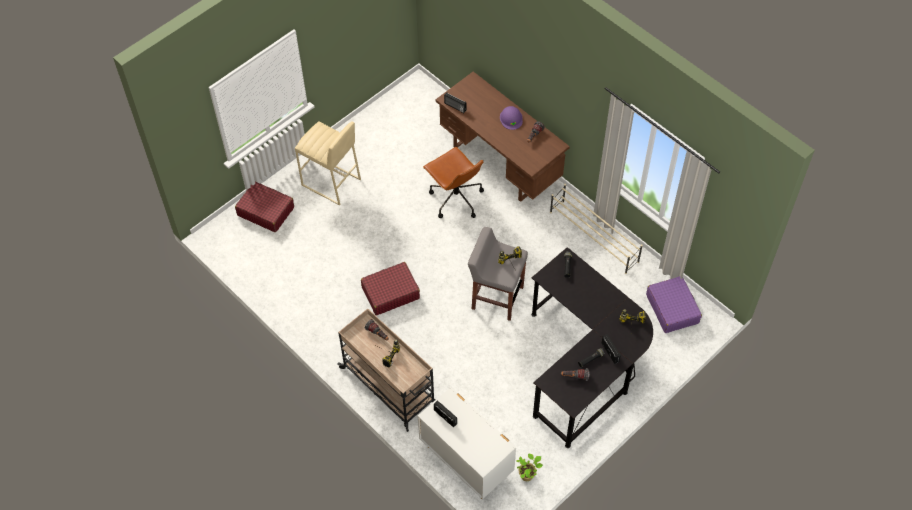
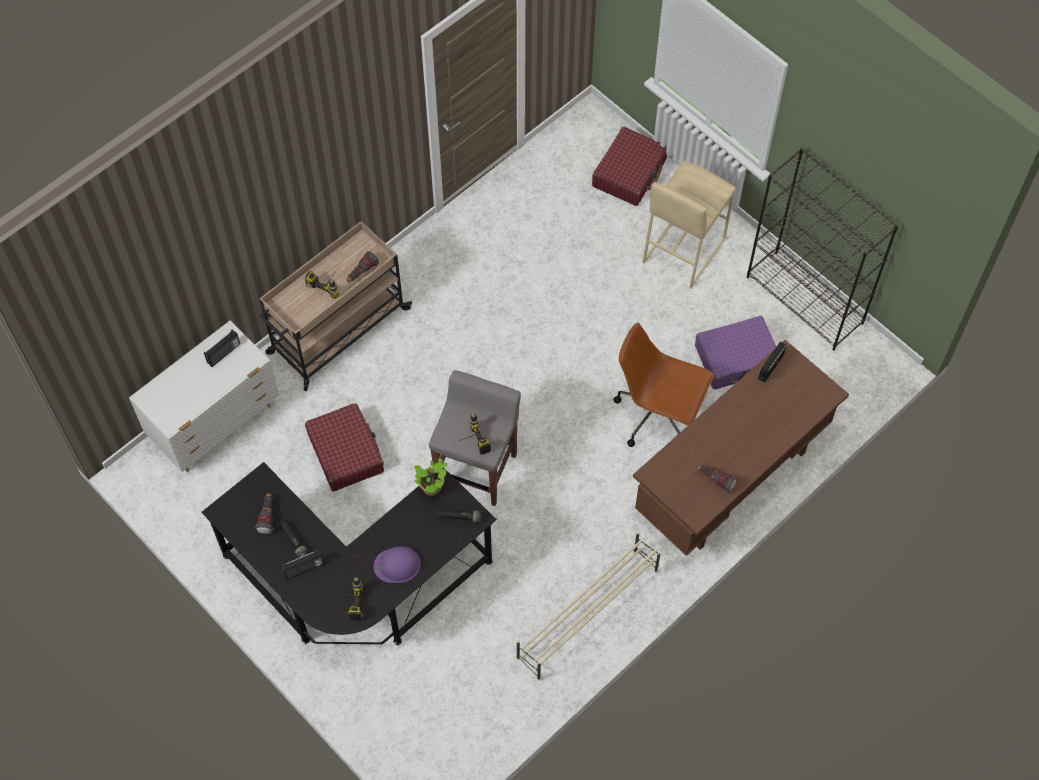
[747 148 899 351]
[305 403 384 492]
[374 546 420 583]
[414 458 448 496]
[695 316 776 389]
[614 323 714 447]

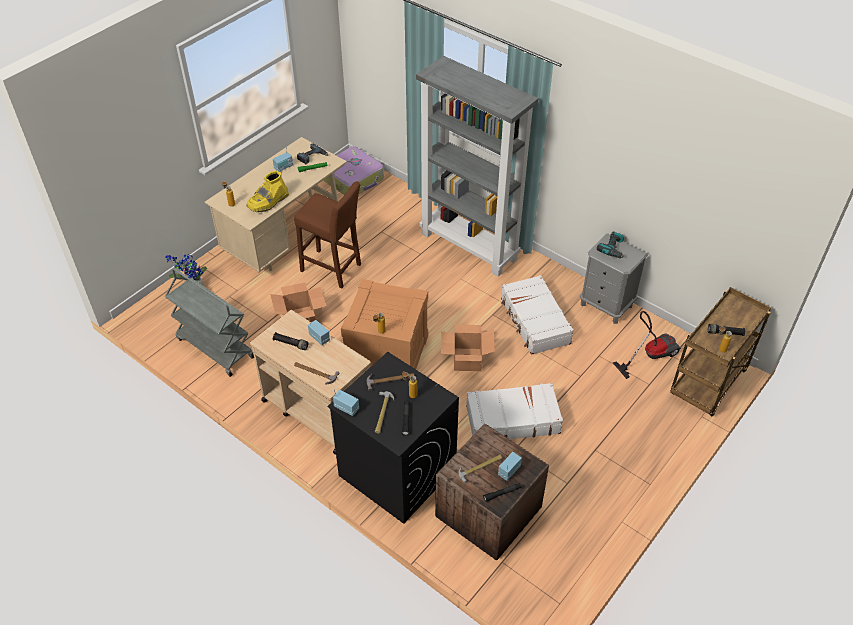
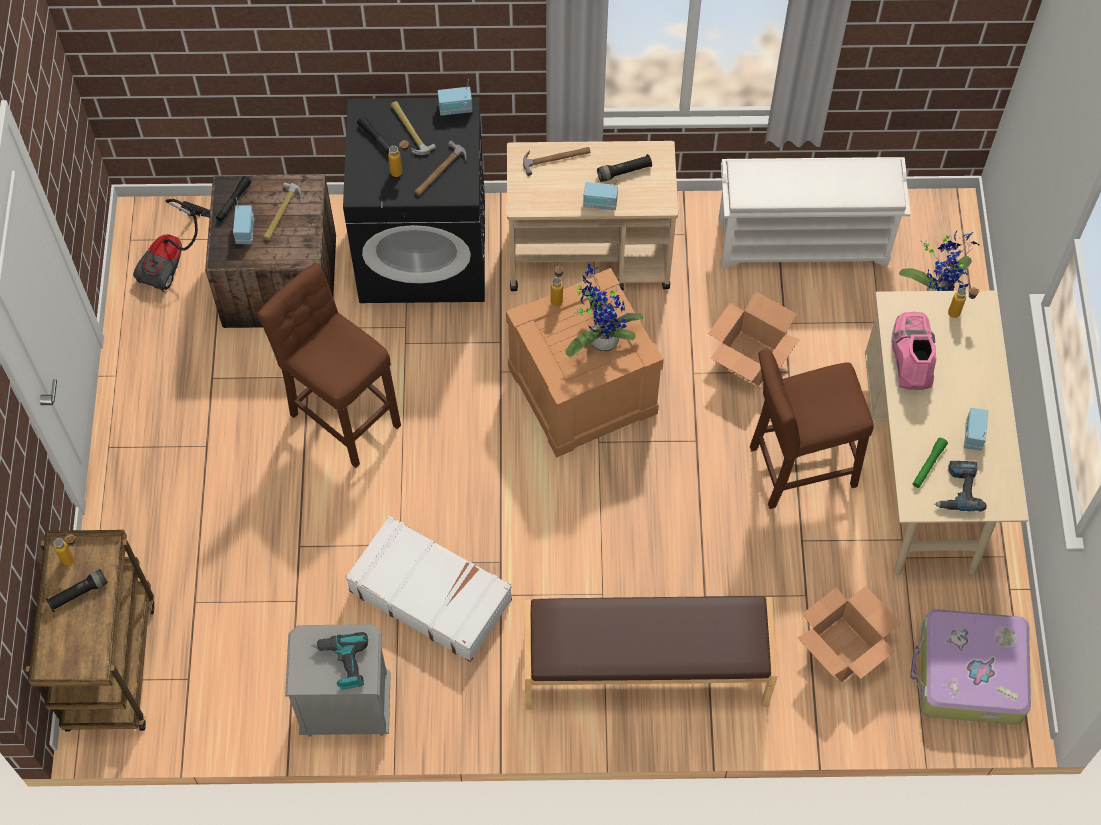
[566 264 643 357]
[797 586 901 682]
[133 199 210 292]
[718 157 910 268]
[524 596 778 710]
[257 263 401 468]
[891 312 936 390]

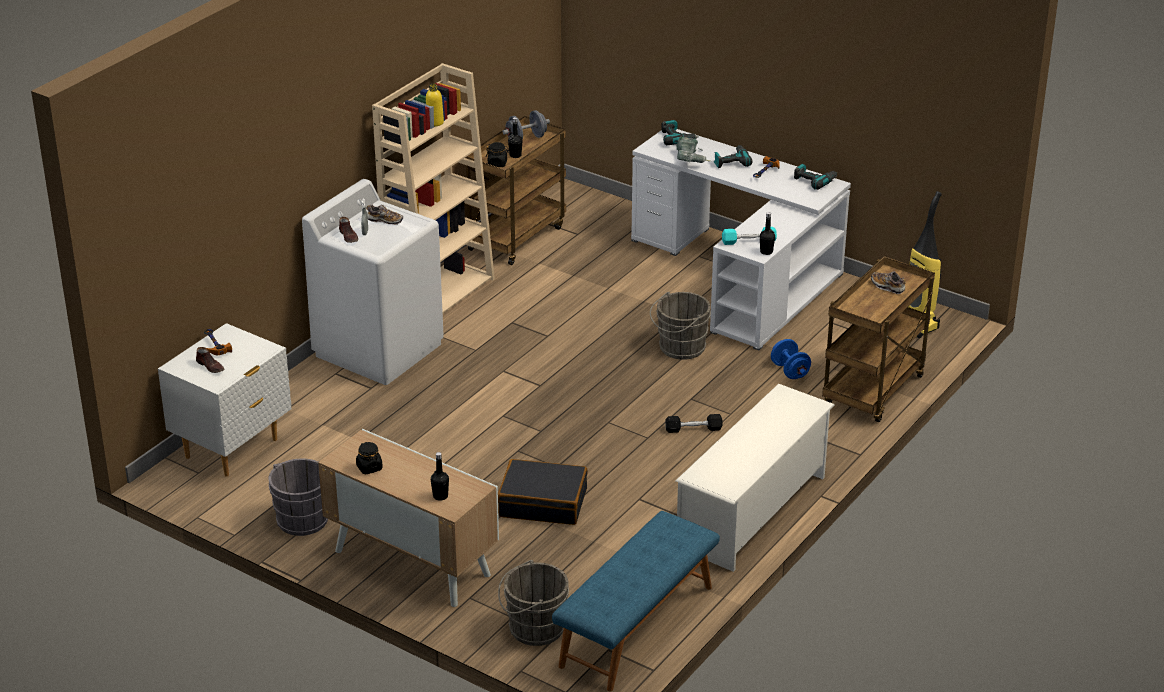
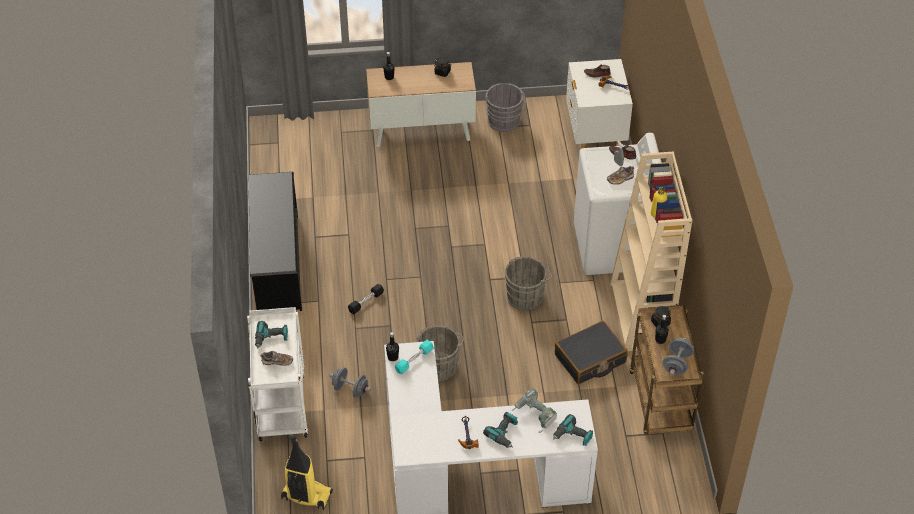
[552 511 720 691] (first image)
[555 321 628 384]
[504 257 552 311]
[255 321 288 348]
[249 172 302 311]
[329 367 371 398]
[247 307 308 441]

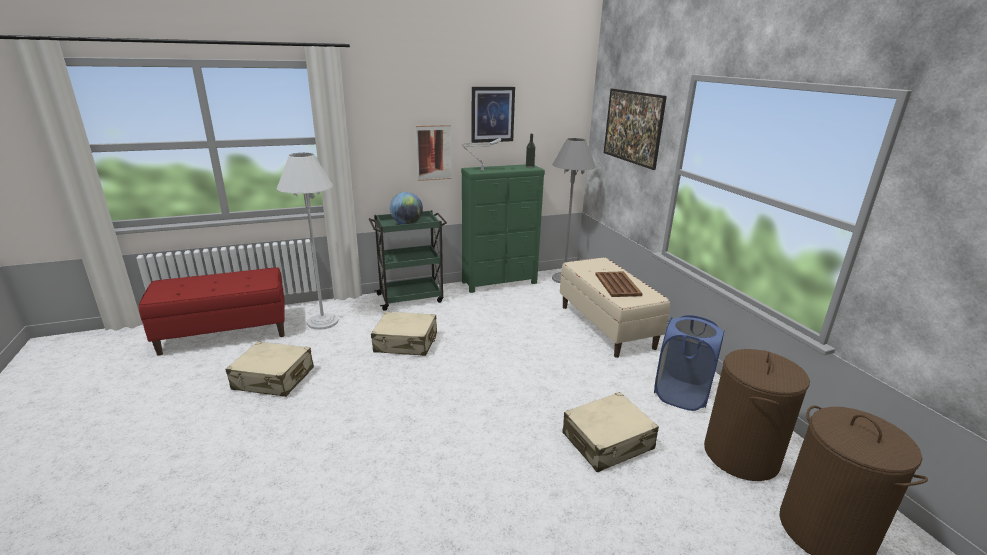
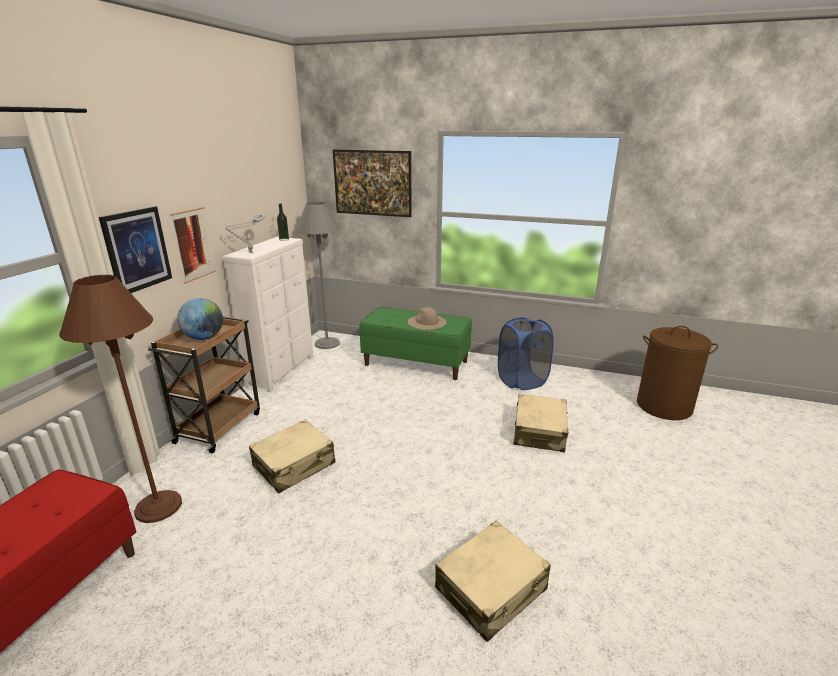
[704 349 810 481] (first image)
[435 521 551 642]
[99 206 172 293]
[408 307 447 330]
[59 275 182 523]
[148 316 260 453]
[223 237 313 392]
[359 307 472 380]

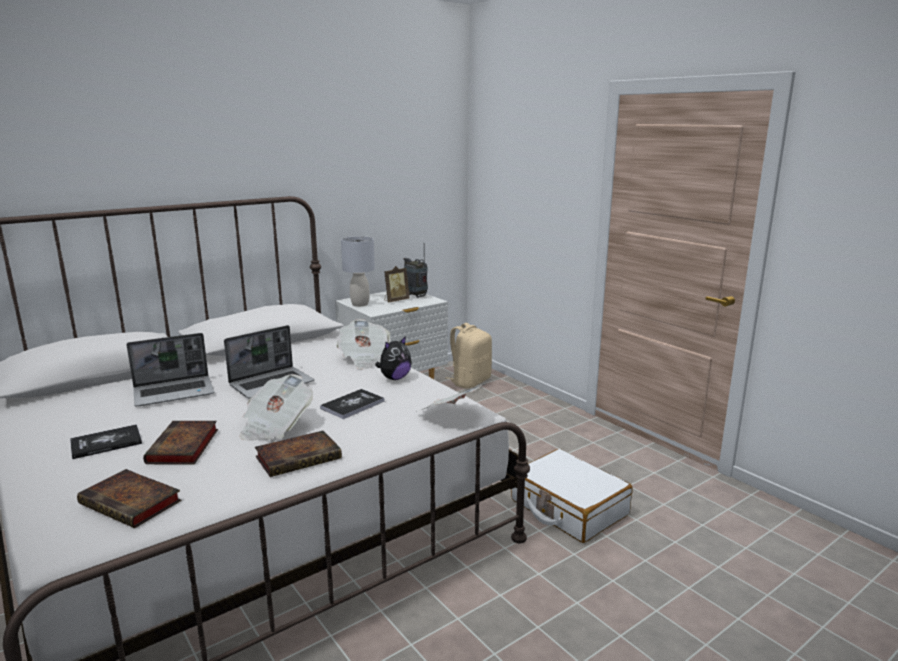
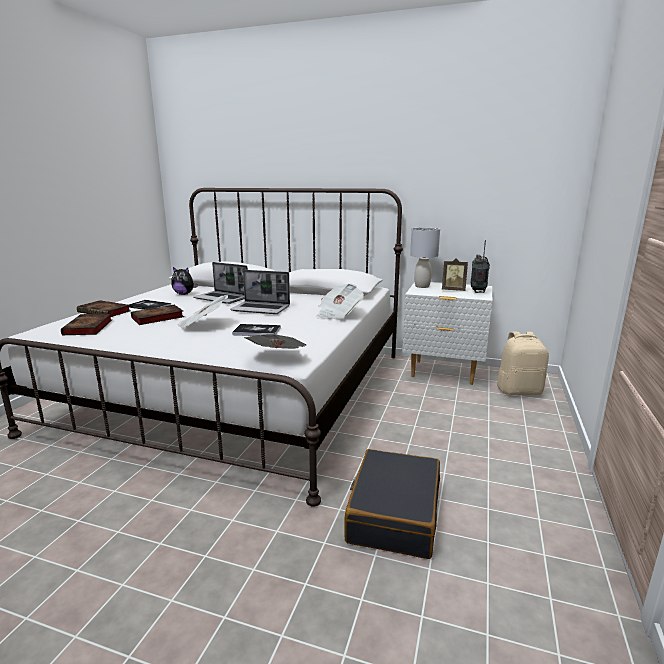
[77 300 131 317]
[171 267 198 295]
[344 449 440 559]

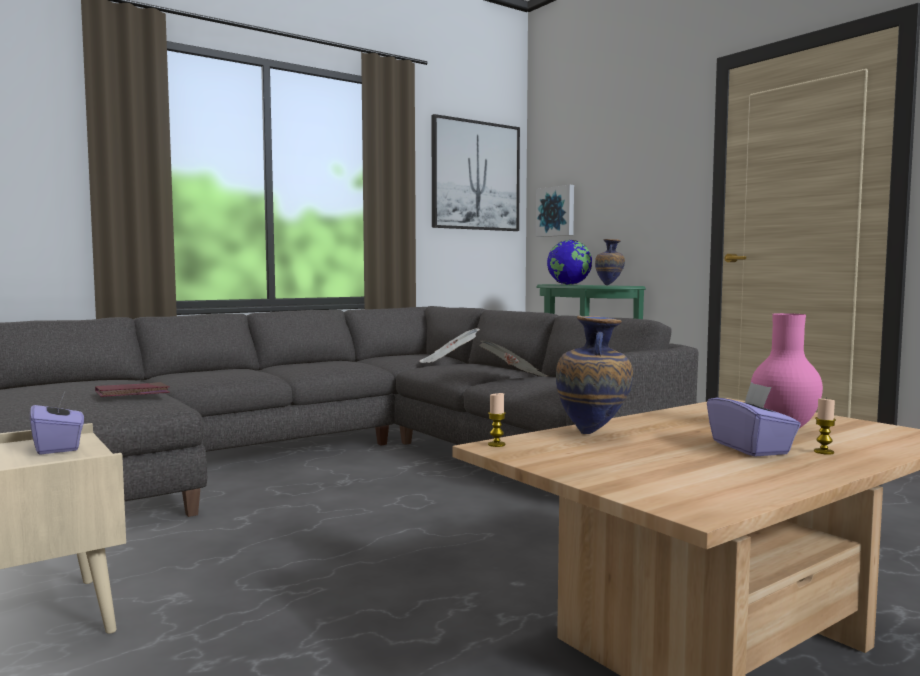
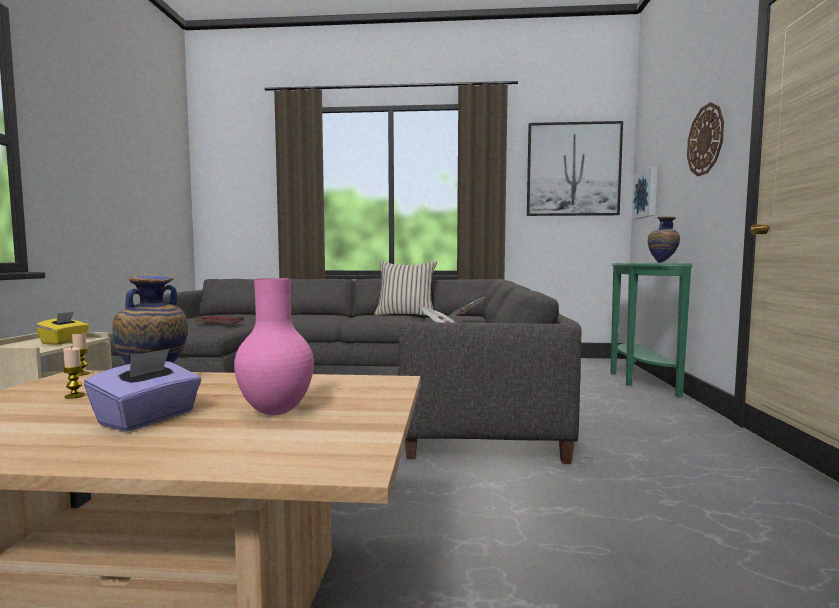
[547 240 592 285] (first image)
[374 261 437 316]
[687 102 724 176]
[62 347 85 399]
[36 312 89 345]

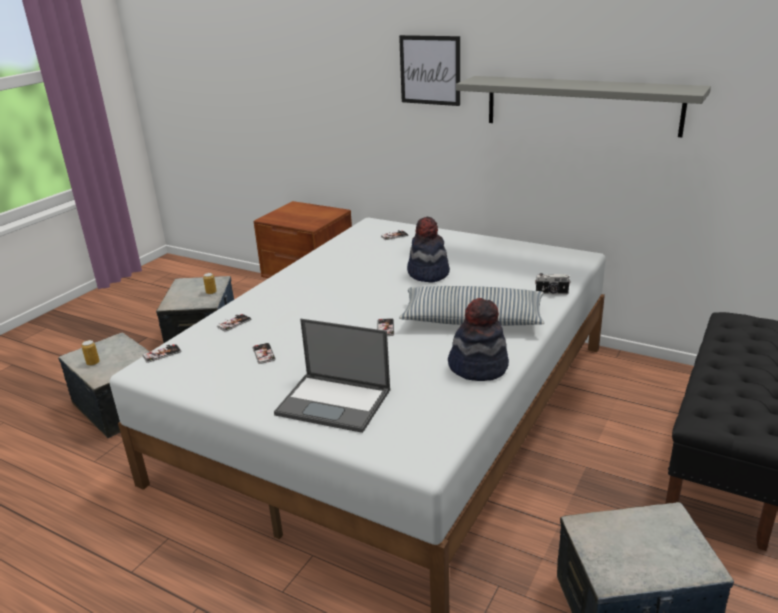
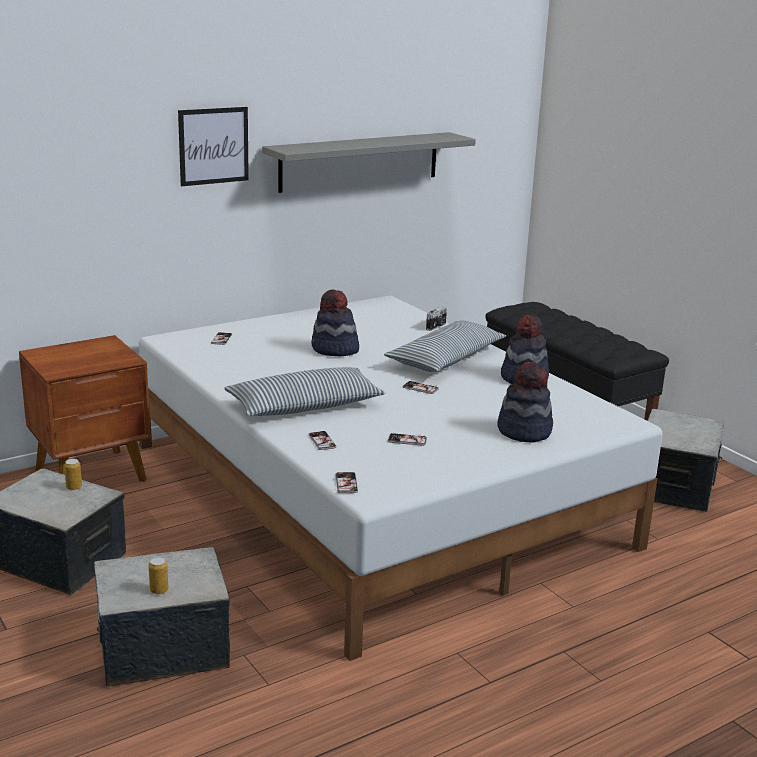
[224 367 386 416]
[497 362 553 443]

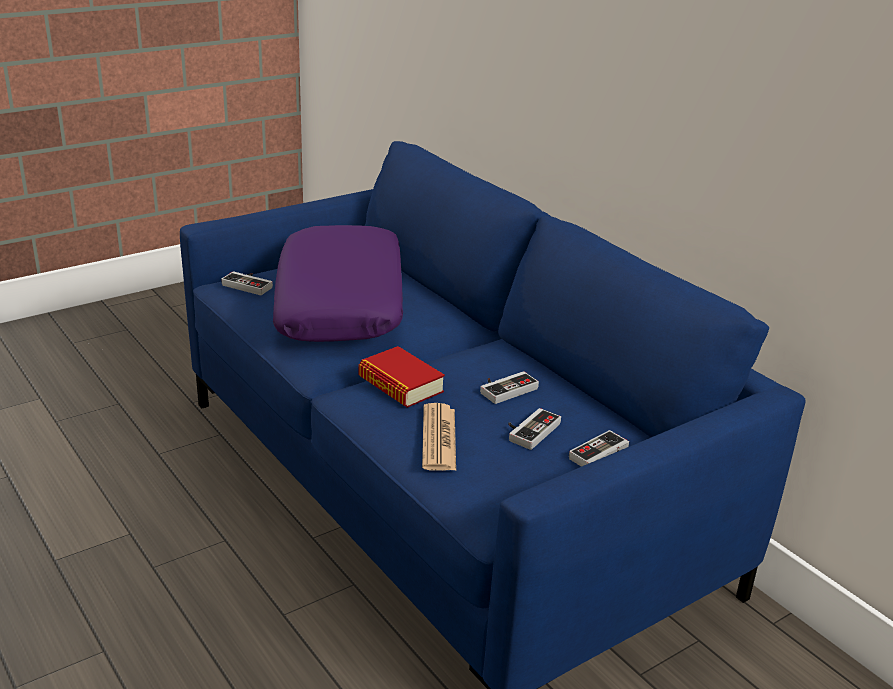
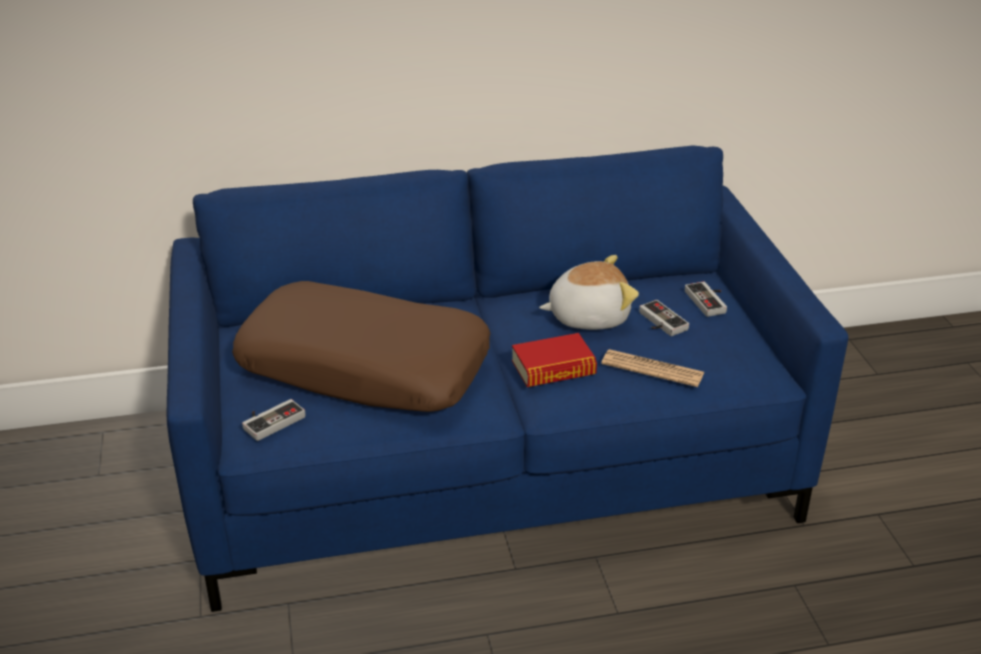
[539 255 639 330]
[232 281 490 412]

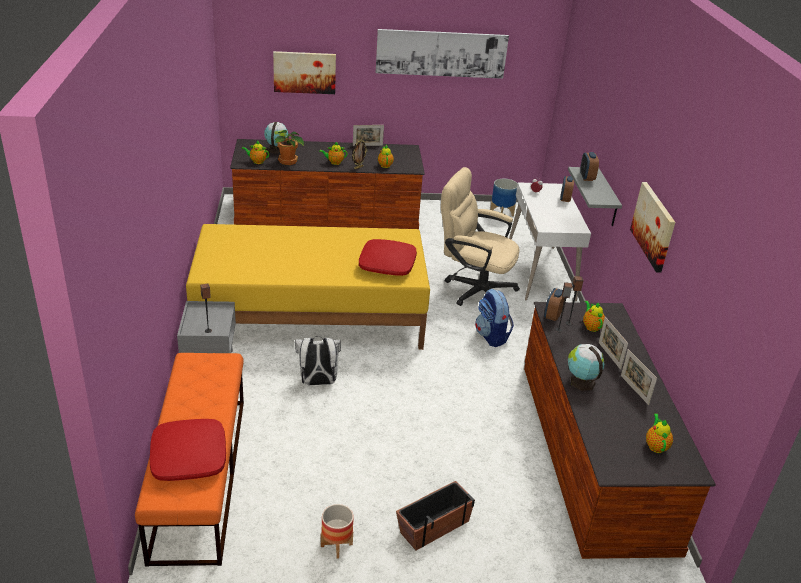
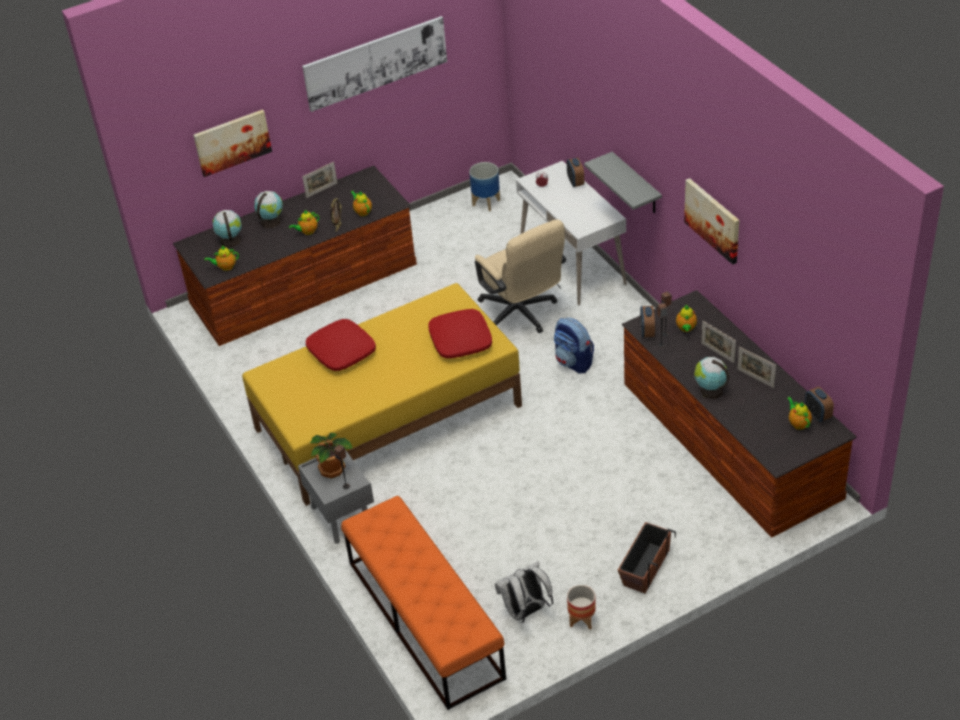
[254 191 283 228]
[306 319 376 371]
[310 433 353 479]
[495 561 553 623]
[805 387 834 422]
[475 219 566 333]
[676 304 697 332]

